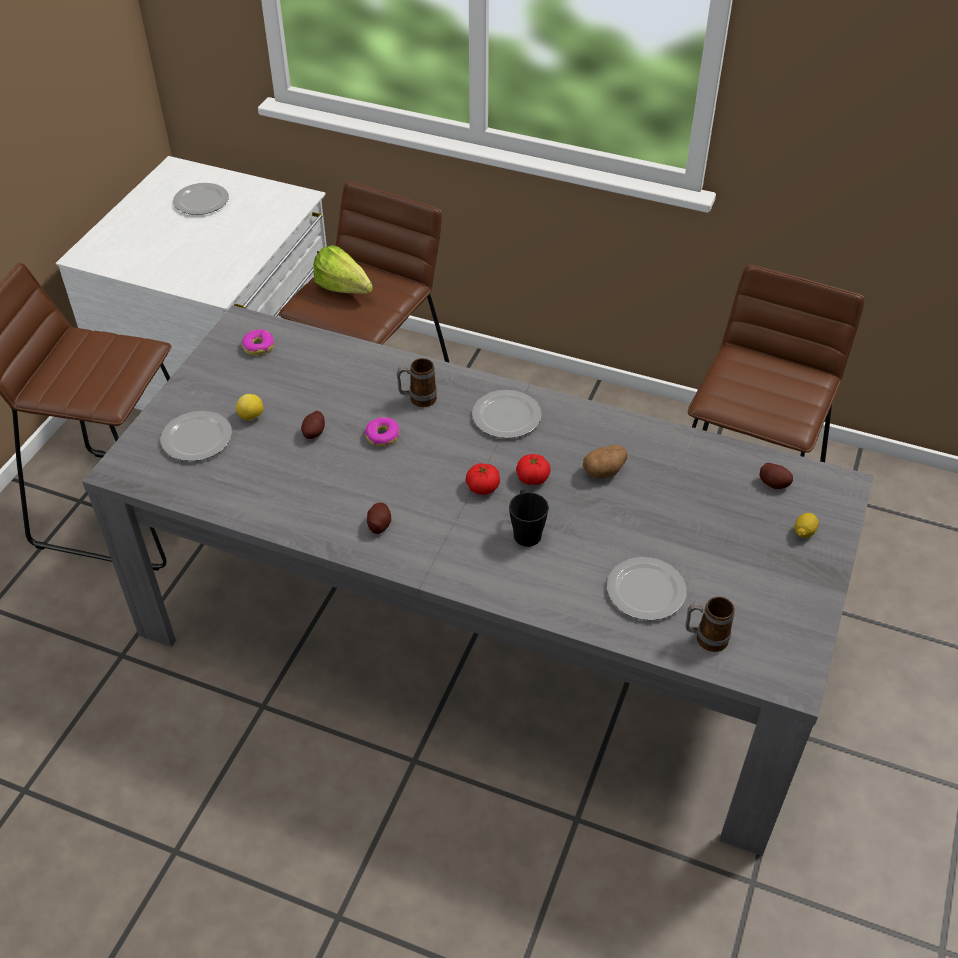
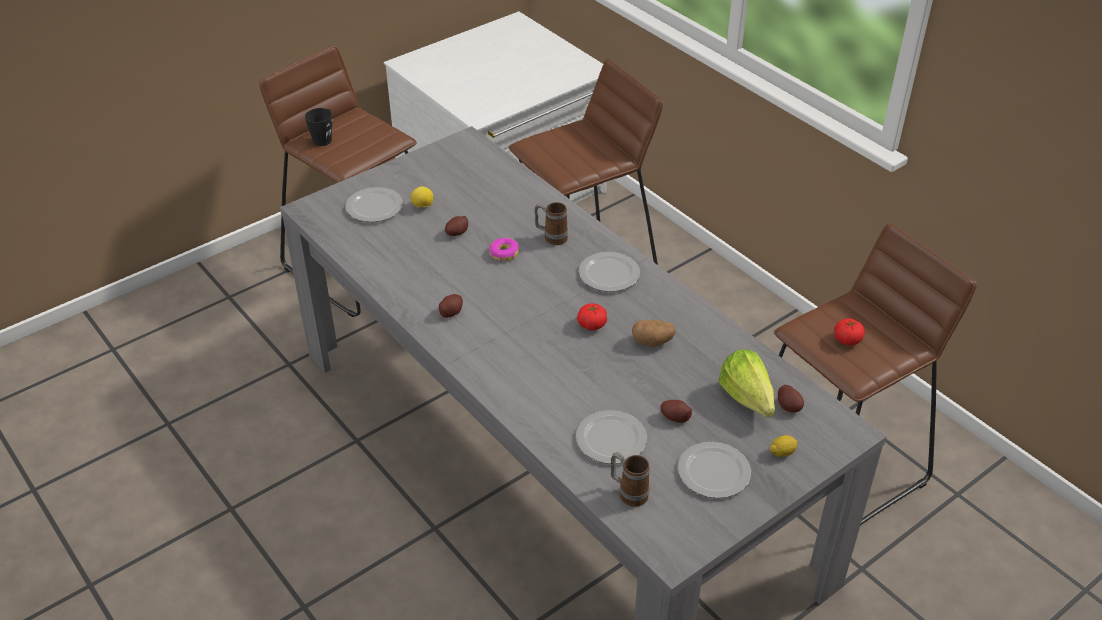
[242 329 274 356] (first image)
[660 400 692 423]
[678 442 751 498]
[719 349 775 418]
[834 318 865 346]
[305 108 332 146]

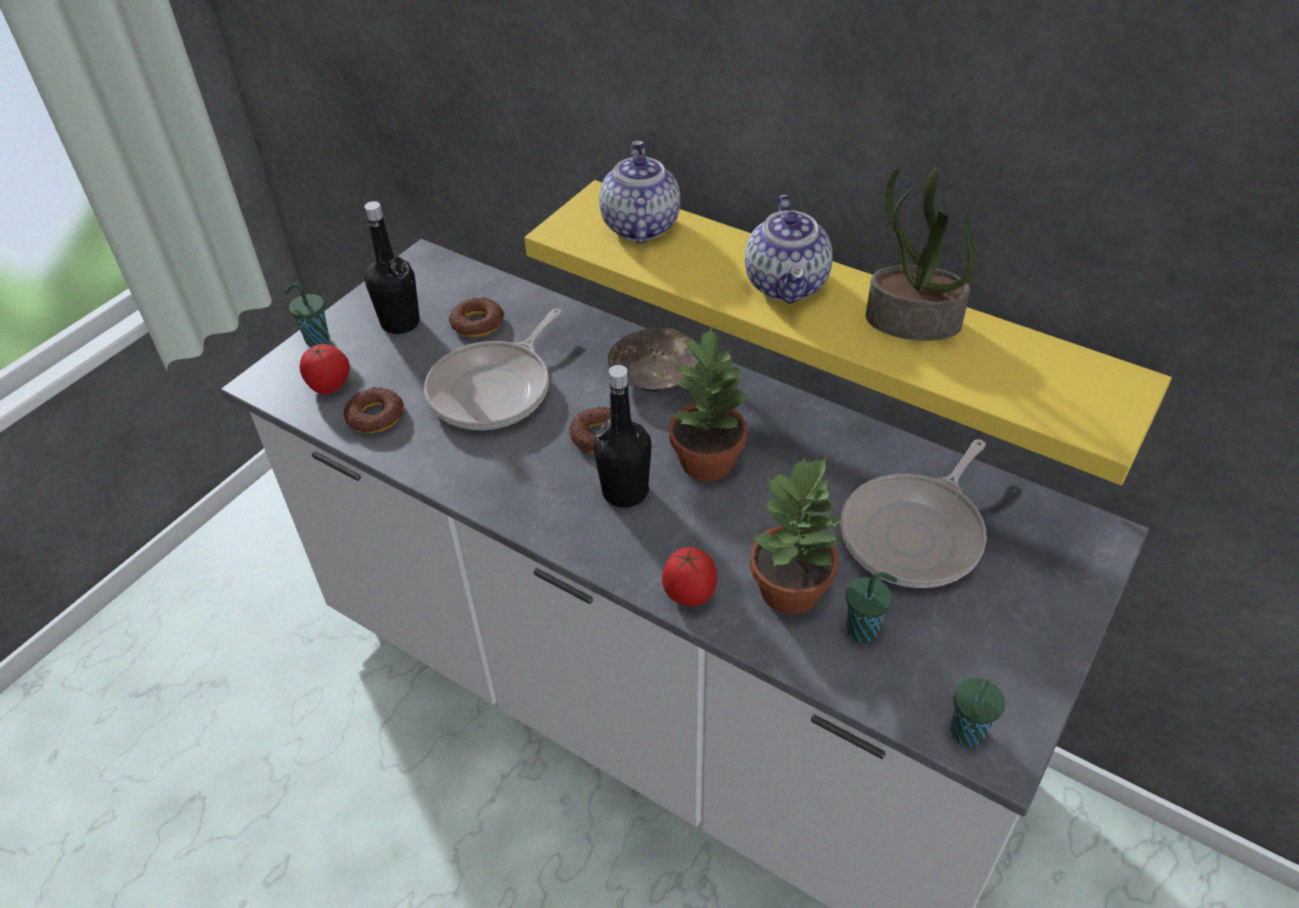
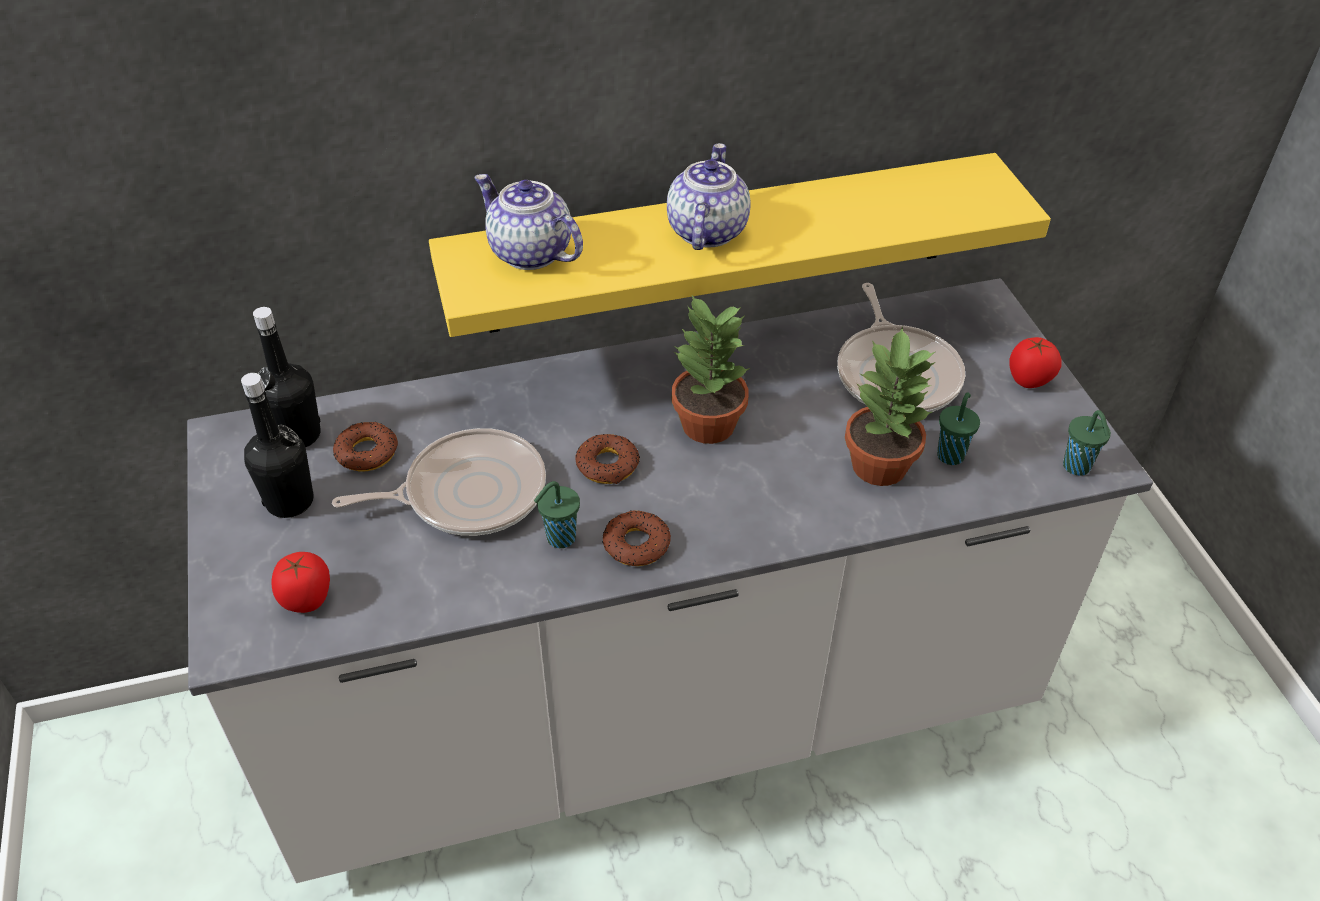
[608 327 698 392] (first image)
[866 168 975 341] (first image)
[534 481 580 548]
[602 510 671 566]
[253 307 321 448]
[1009 337 1061 388]
[332 428 546 536]
[667 143 751 250]

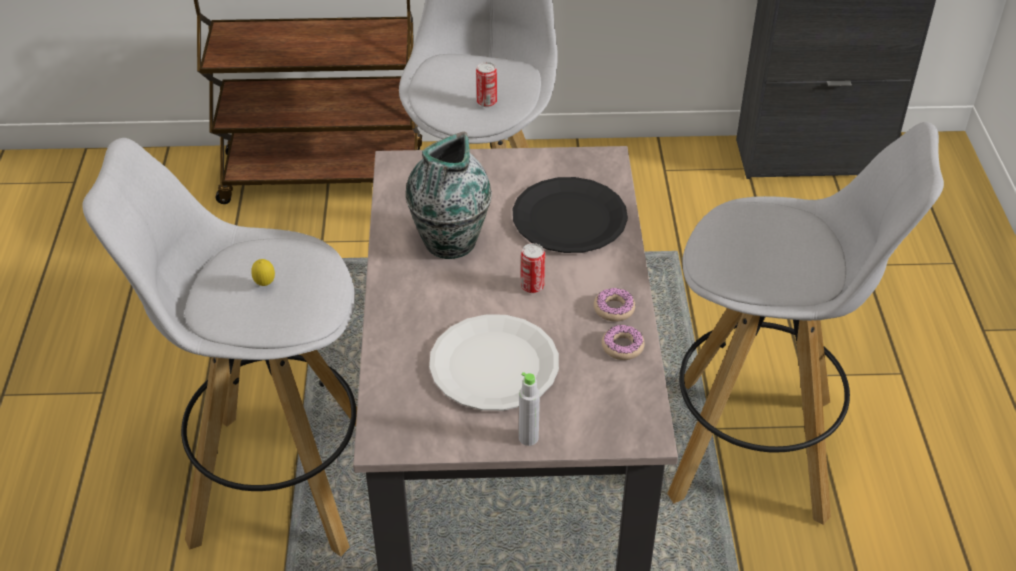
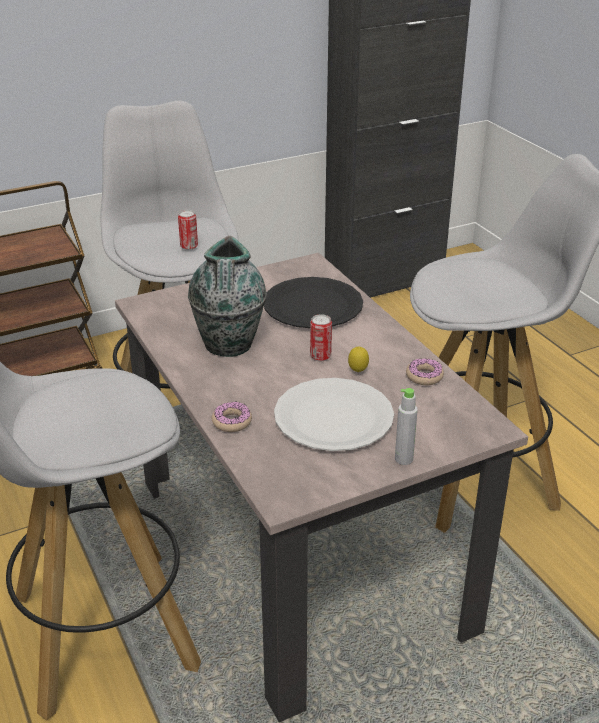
[348 346 369 372]
[212 402 252 432]

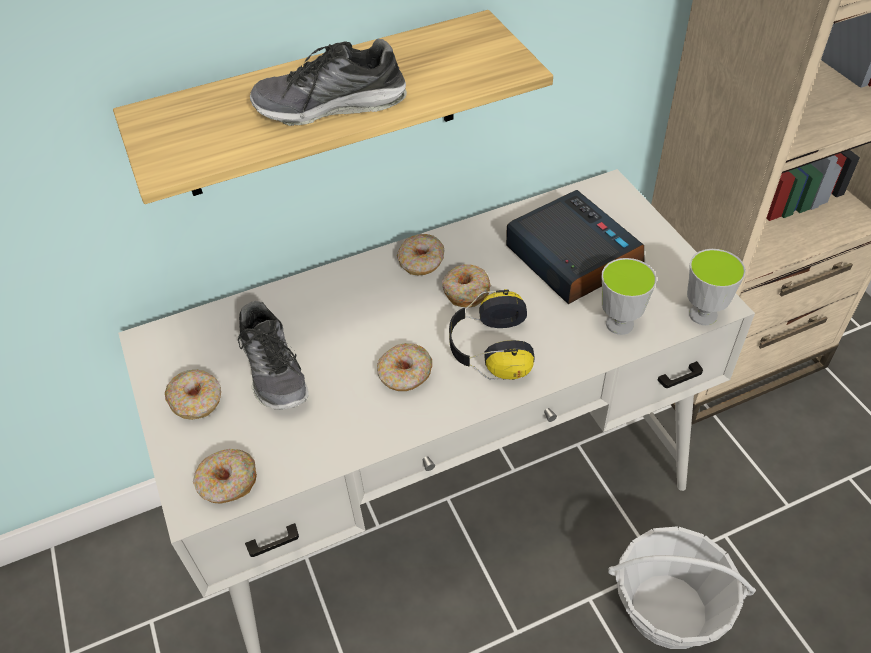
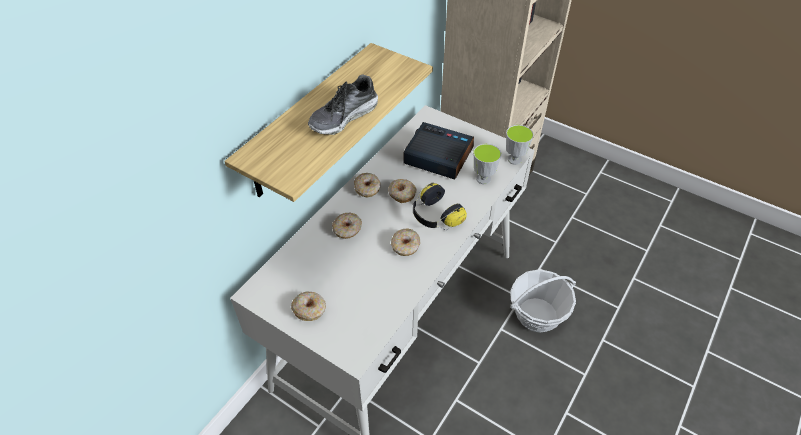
[238 301 309 410] (first image)
[332 213 362 239]

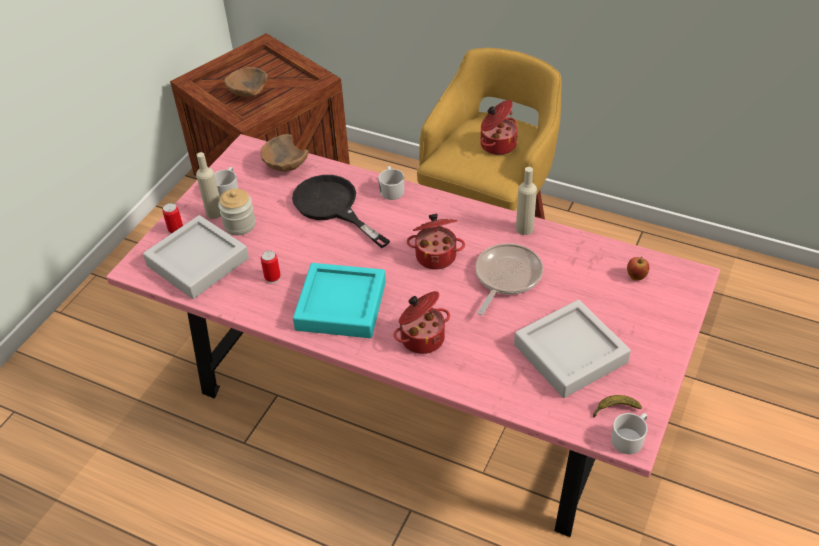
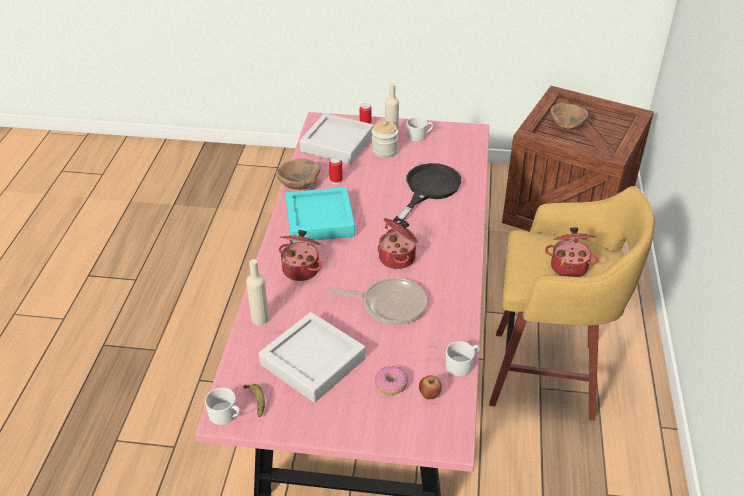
[375 366 408 395]
[276 159 321 190]
[446 341 480 376]
[246 259 269 325]

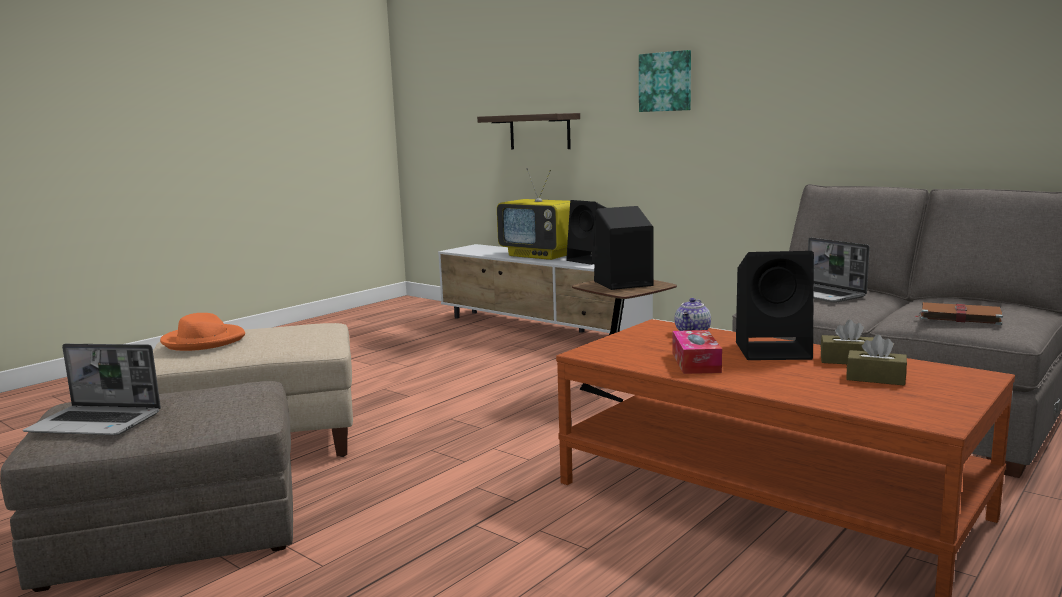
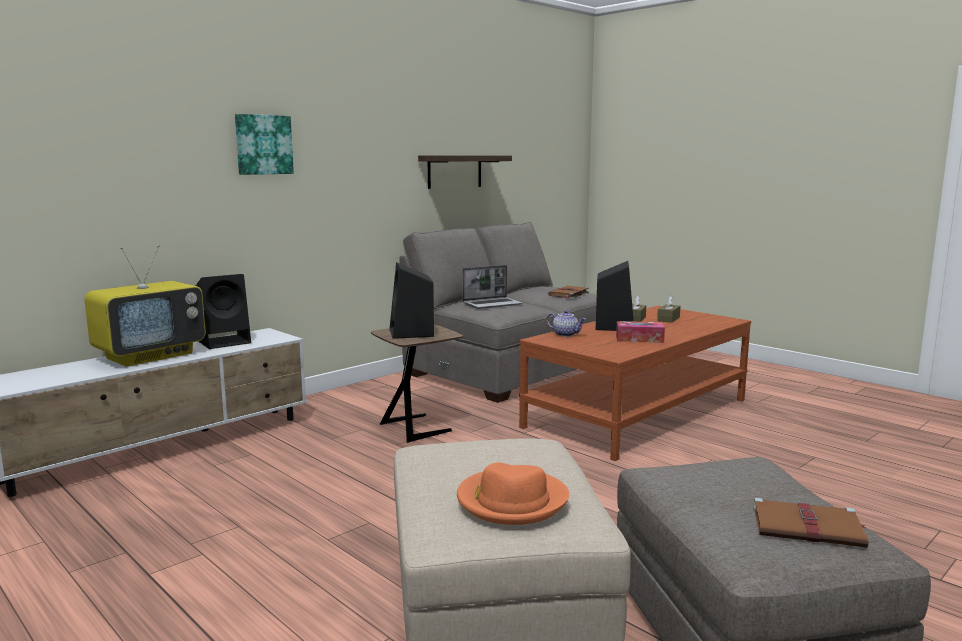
[418 155 512 189]
[753 498 868 548]

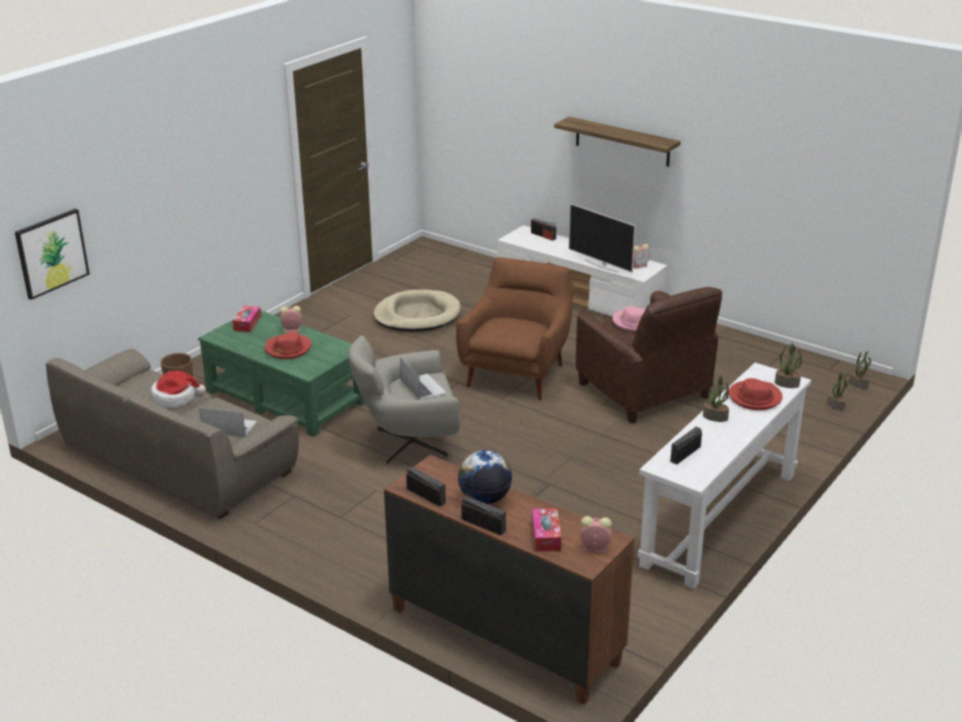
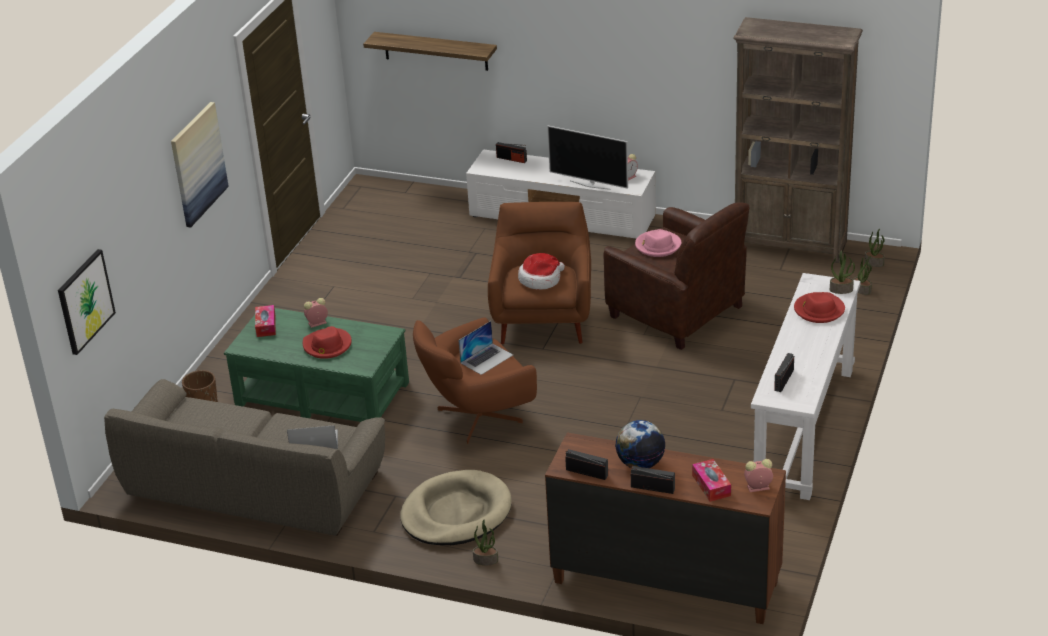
[171 102 229 228]
[733 17 863 263]
[518 253 565 290]
[400 470 512 545]
[363 32 497 71]
[473 520 498 565]
[413 317 537 444]
[458 321 513 375]

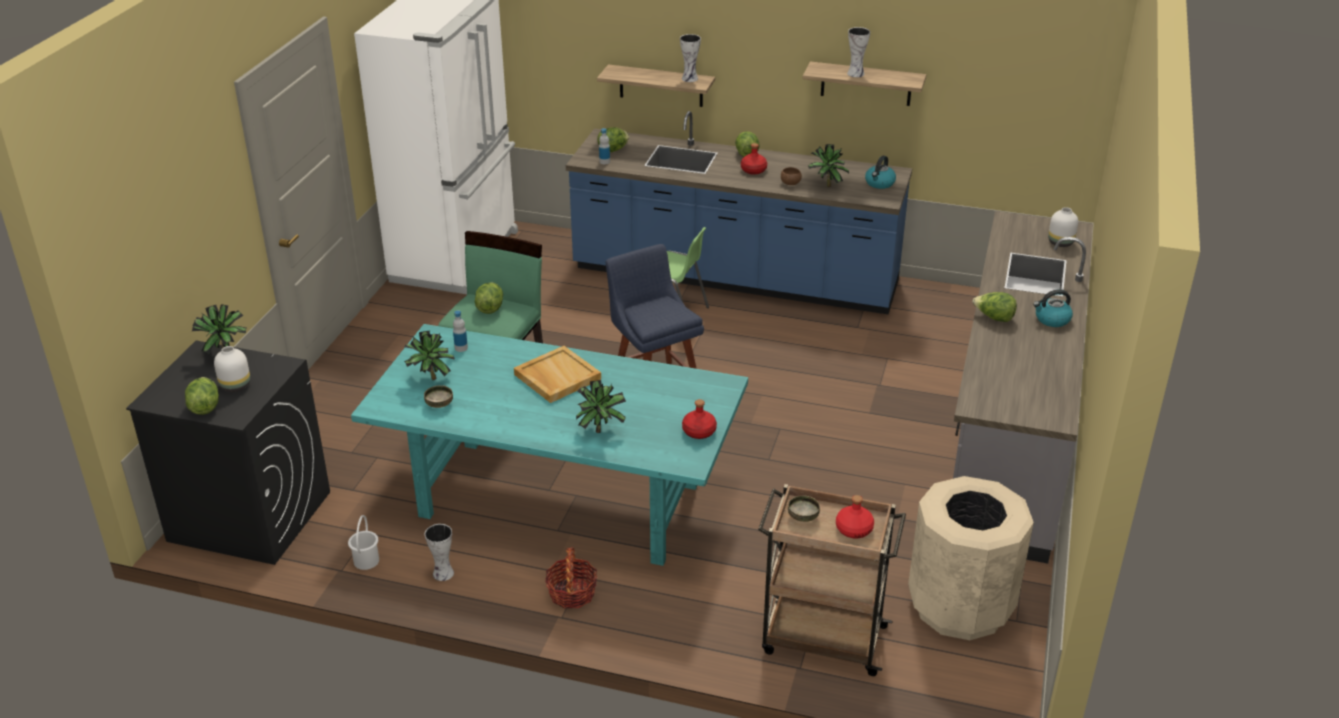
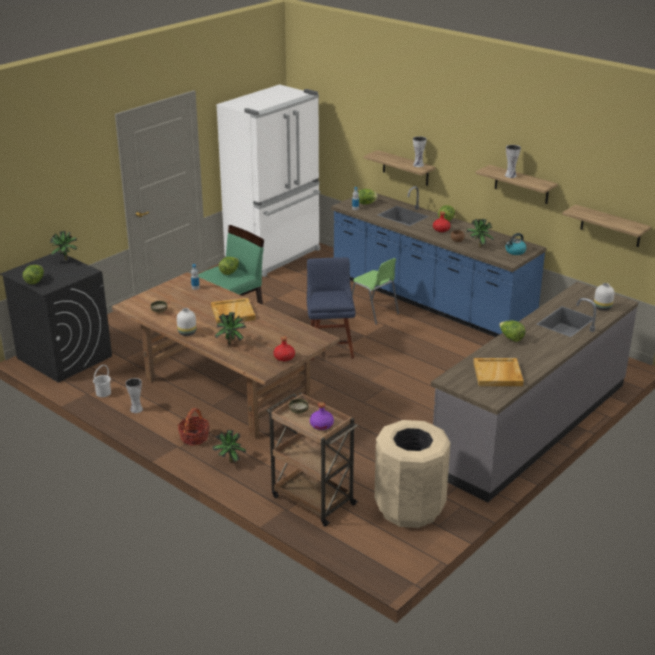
[1033 289 1073 327] (first image)
[474 358 524 386]
[562 205 651 247]
[177 308 196 336]
[213 430 246 463]
[112 272 339 438]
[310 402 334 430]

